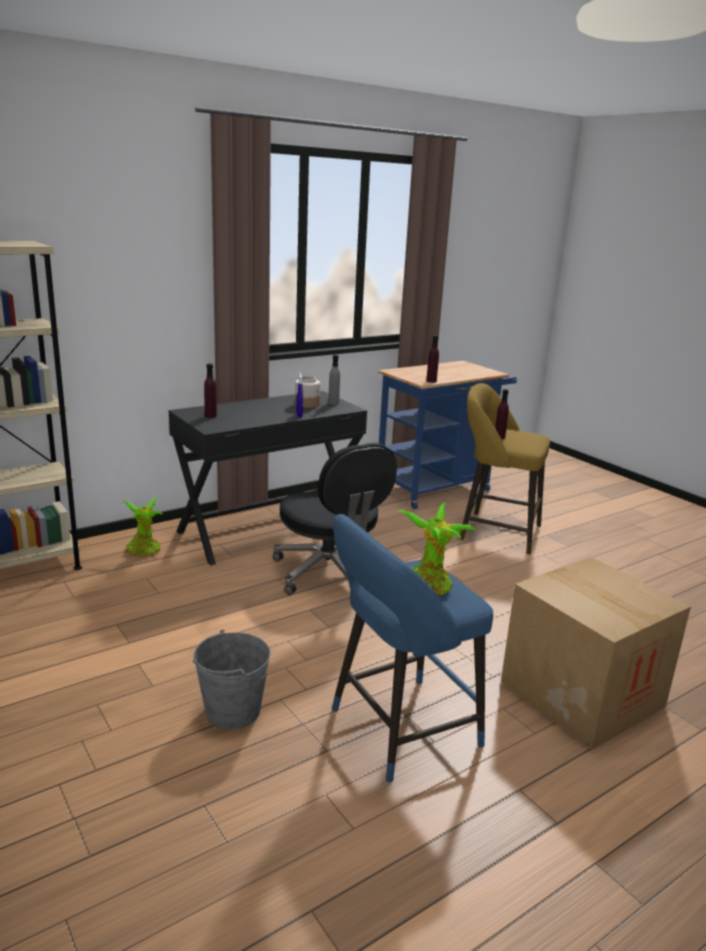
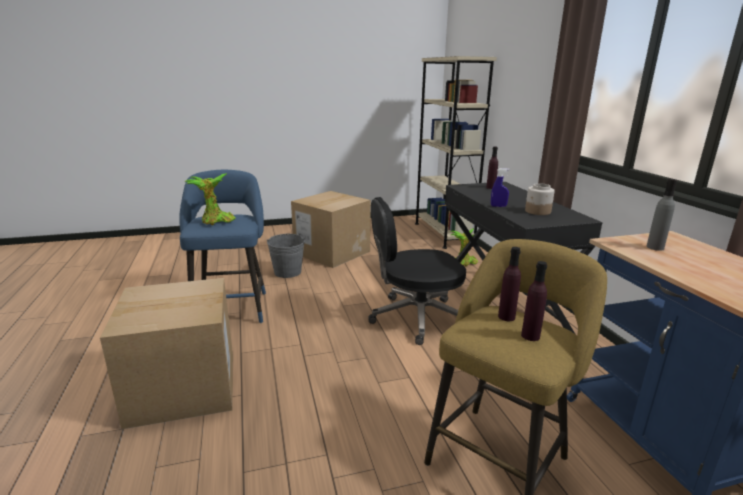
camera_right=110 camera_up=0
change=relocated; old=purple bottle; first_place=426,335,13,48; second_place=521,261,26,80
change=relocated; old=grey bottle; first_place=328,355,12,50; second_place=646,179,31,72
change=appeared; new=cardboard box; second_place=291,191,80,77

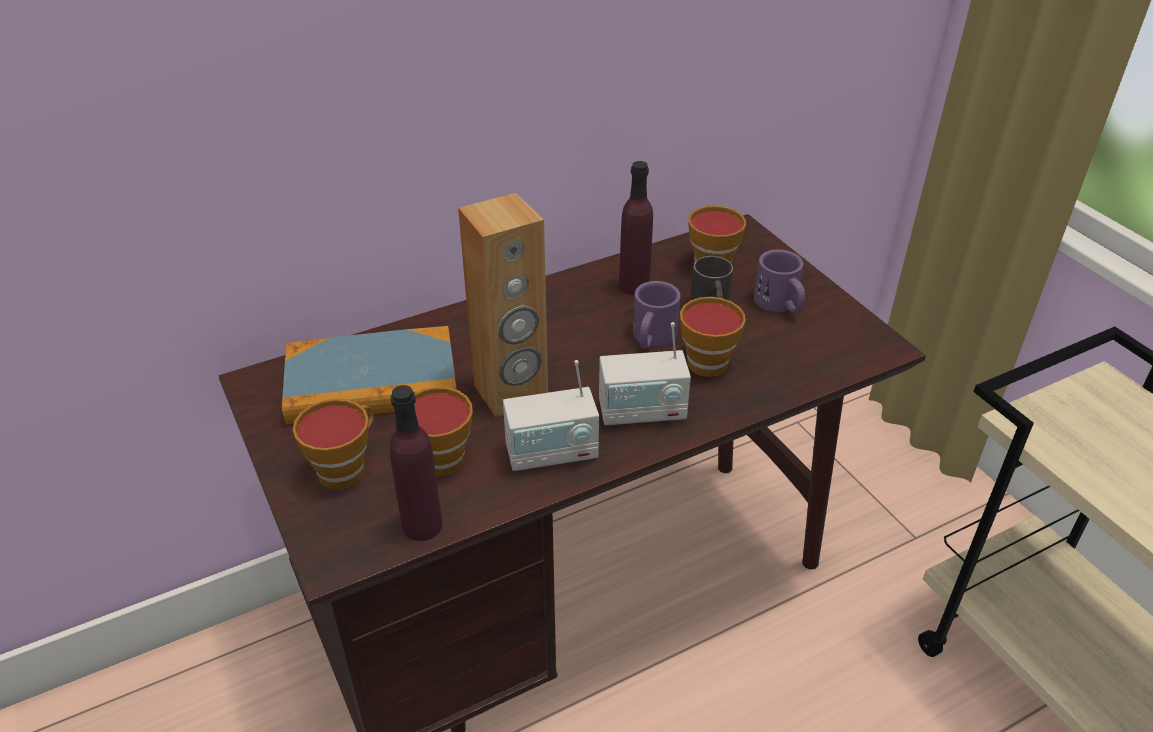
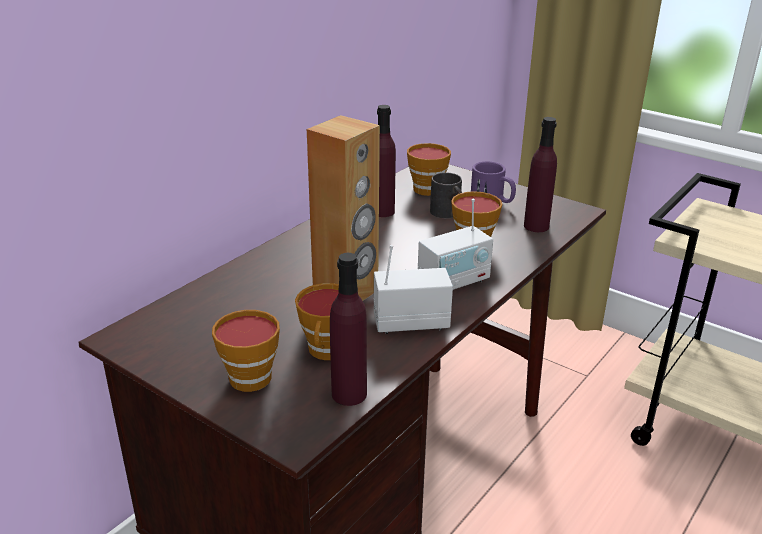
camera_right=-25 camera_up=-10
change=missing; old=purple mug; first_place=633,281,48,68
change=missing; old=book; first_place=282,326,175,99
change=spun; old=radio; first_place=503,360,96,112; second_place=374,245,79,89; degrees=-150
change=appeared; new=purple bottle; second_place=524,117,33,115

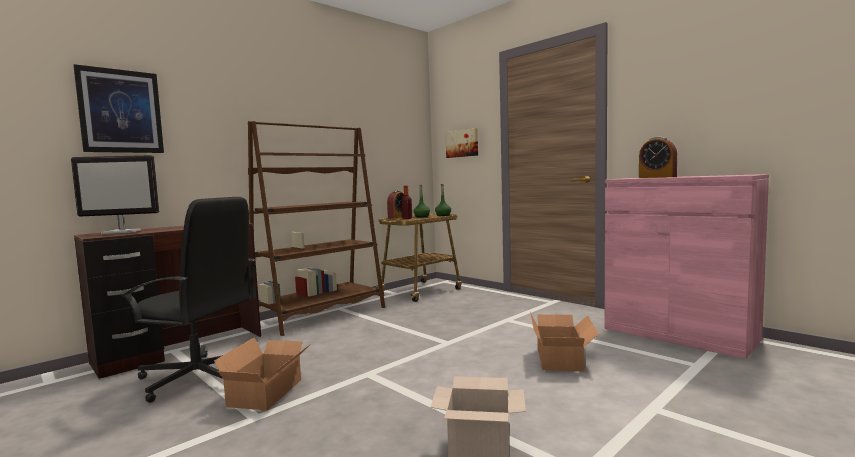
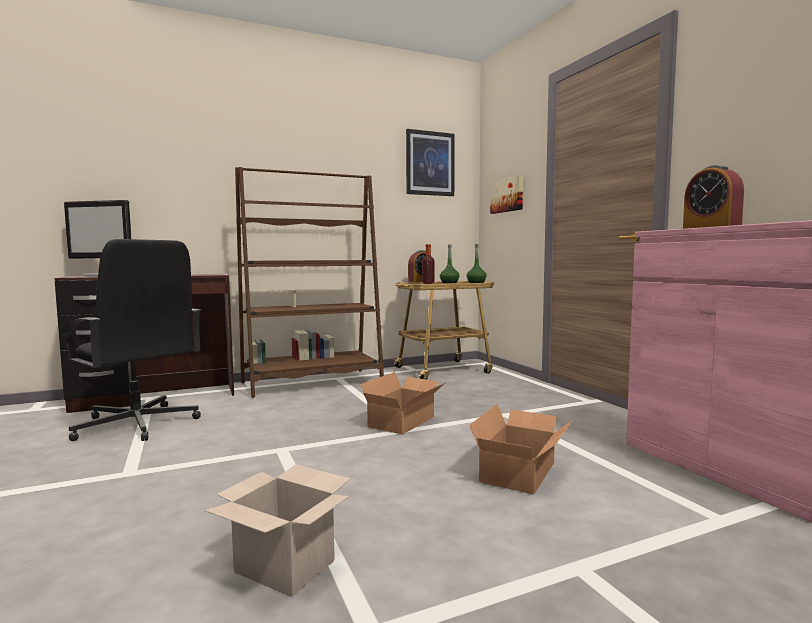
camera_right=20 camera_up=0
change=relocated; old=picture; first_place=74,64,90,89; second_place=406,129,49,67
change=relocated; old=cardboard box; first_place=214,337,95,73; second_place=361,372,84,63

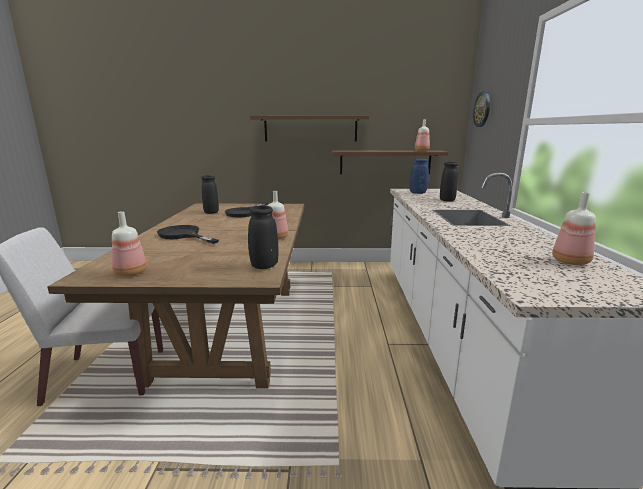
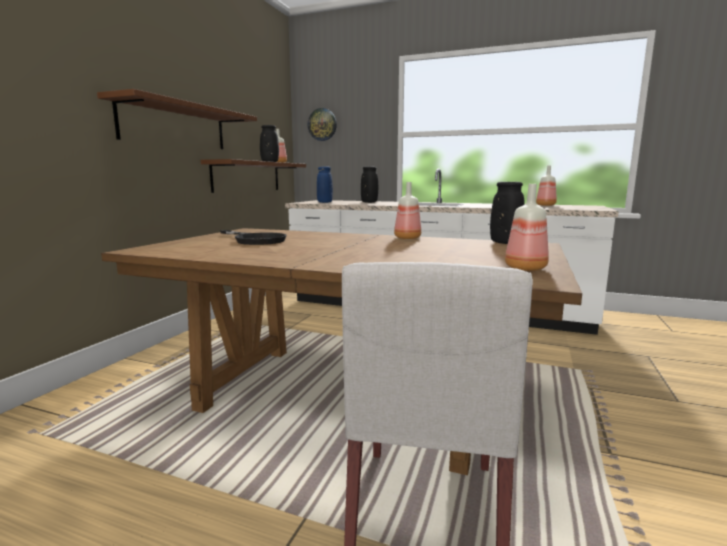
camera_right=-70 camera_up=-5
change=relocated; old=black vase; first_place=201,175,18,39; second_place=260,125,19,37
change=missing; old=black frying pan; first_place=157,225,62,19

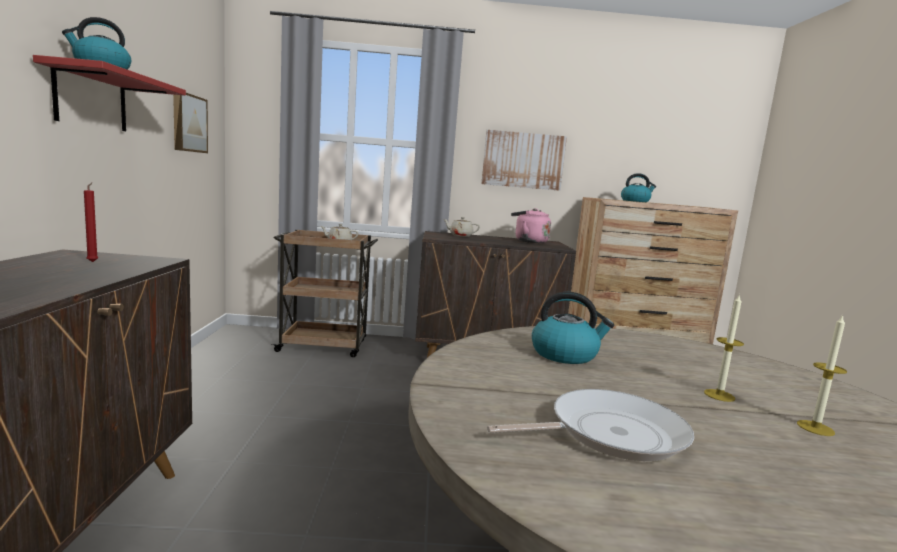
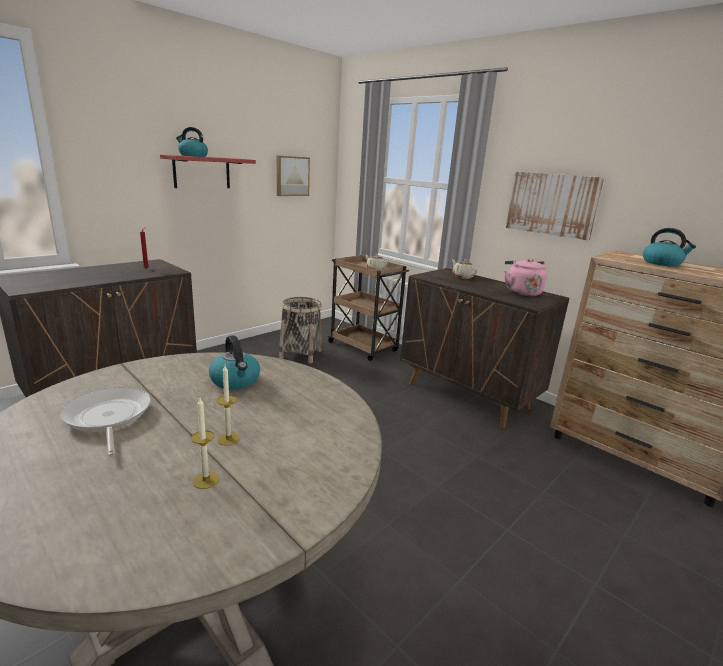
camera_right=45 camera_up=10
change=spun; old=frying pan; first_place=487,389,207,72; second_place=60,387,91,70; degrees=-150
change=appeared; new=basket; second_place=279,297,43,66

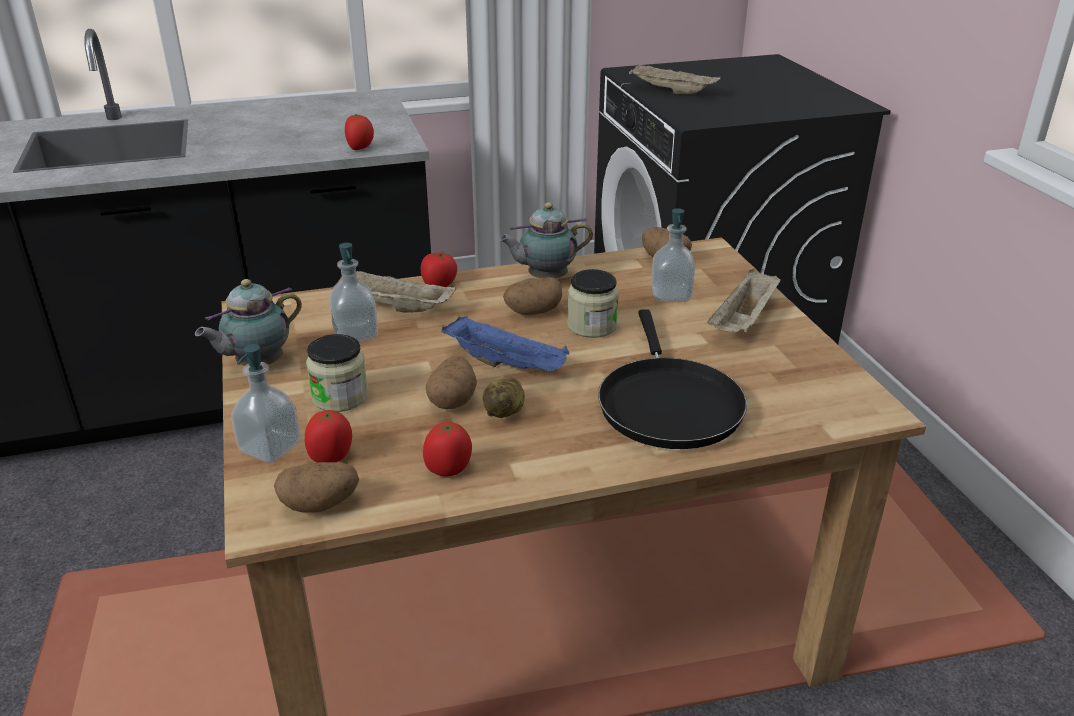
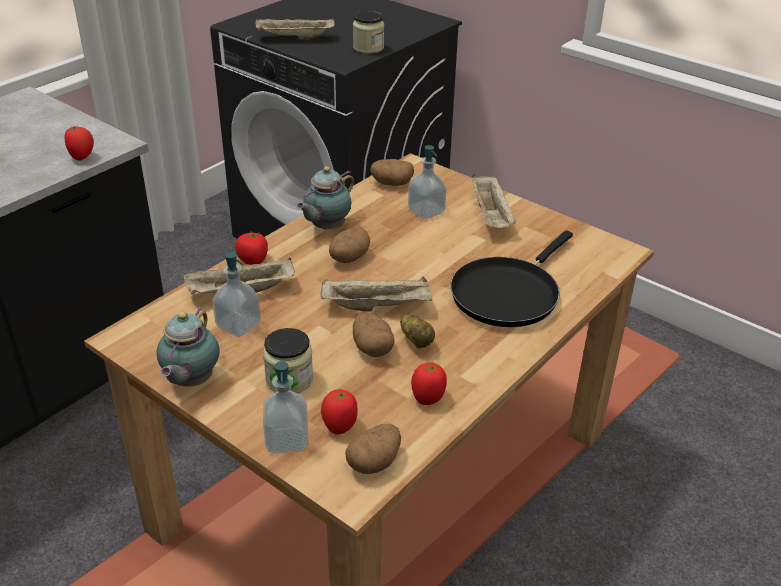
camera_right=-35 camera_up=5
change=relocated; old=jar; first_place=567,269,52,69; second_place=353,11,31,43
change=spun; old=black frying pan; first_place=598,309,149,140; second_place=450,230,123,97; degrees=75
change=colour; old=blue tray; new=beige tray; first_place=441,316,128,56; second_place=320,276,113,36

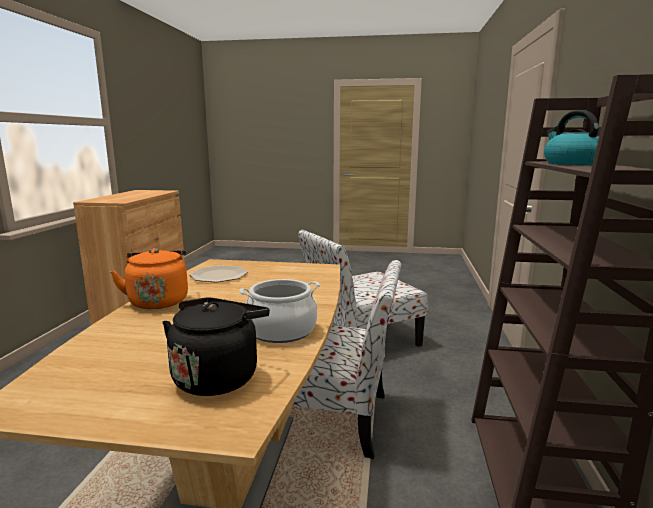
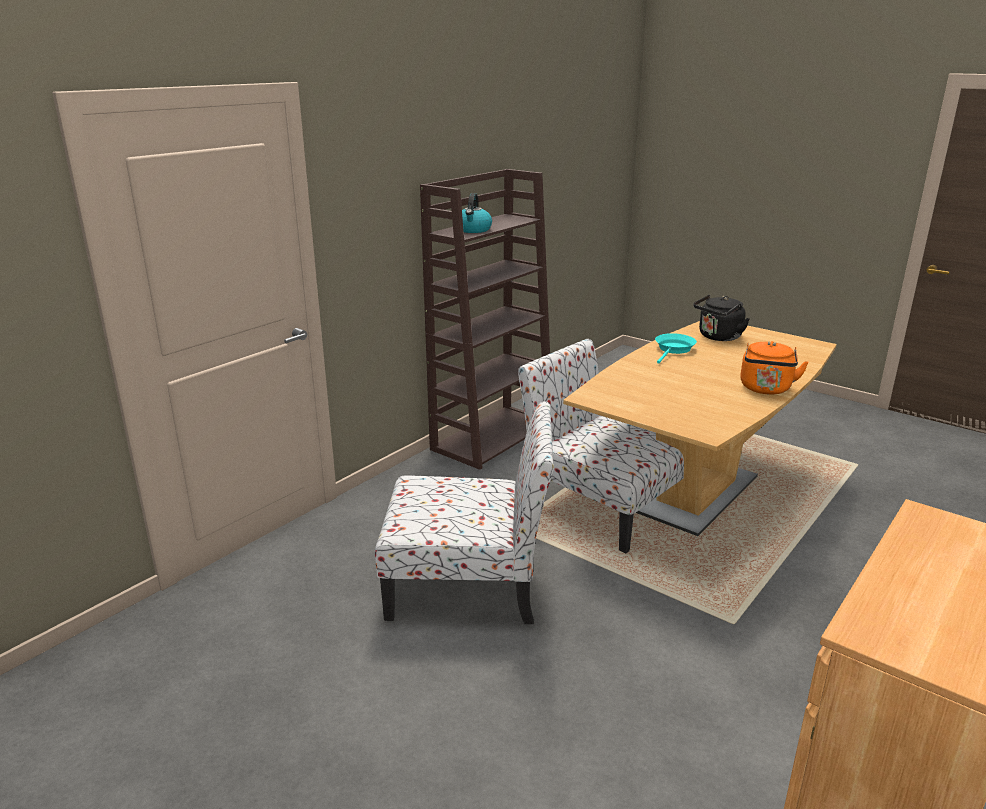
camera_right=-150 camera_up=10
change=missing; old=plate; first_place=190,265,58,17
change=exchanged; old=cooking pot; new=turquoise frying pan; first_place=239,279,81,64; second_place=655,333,42,31

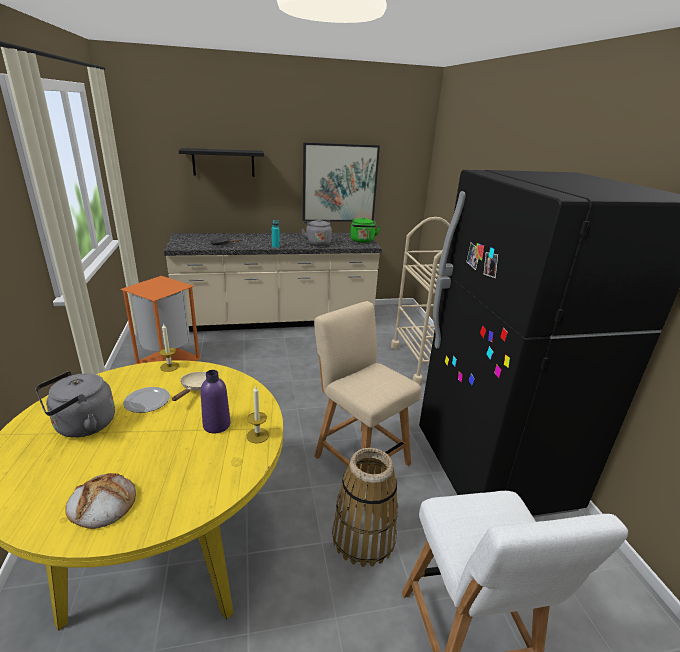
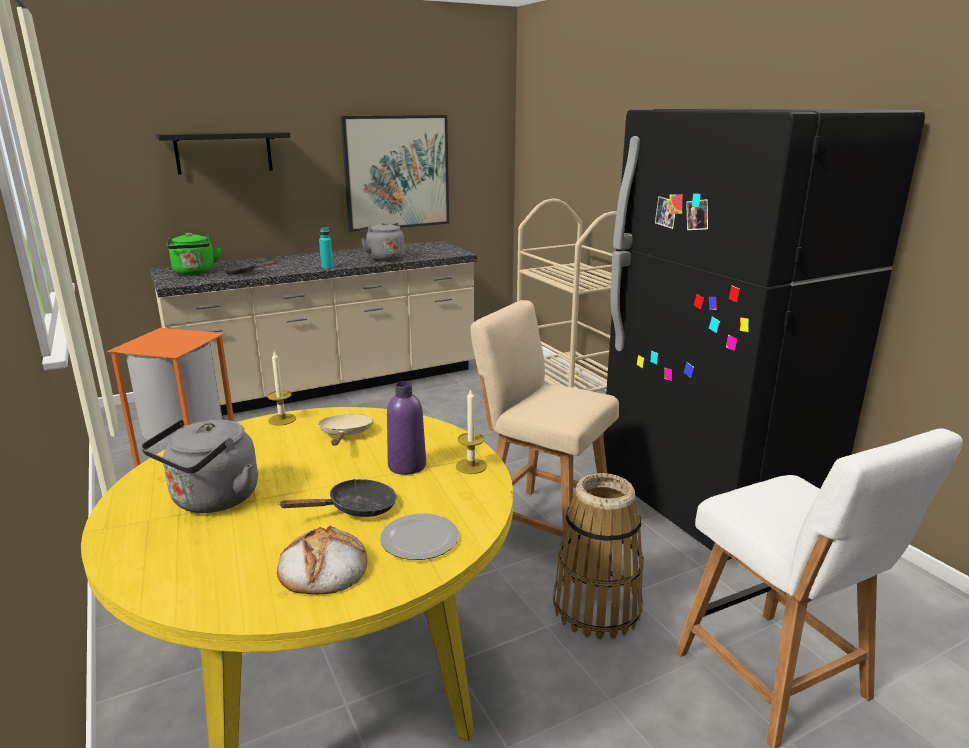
camera_right=-15 camera_up=-5
change=relocated; old=green kettle; first_place=350,217,31,26; second_place=166,232,56,43
change=relocated; old=plate; first_place=123,387,47,26; second_place=380,513,79,47
change=appeared; new=black frying pan; second_place=278,479,119,38

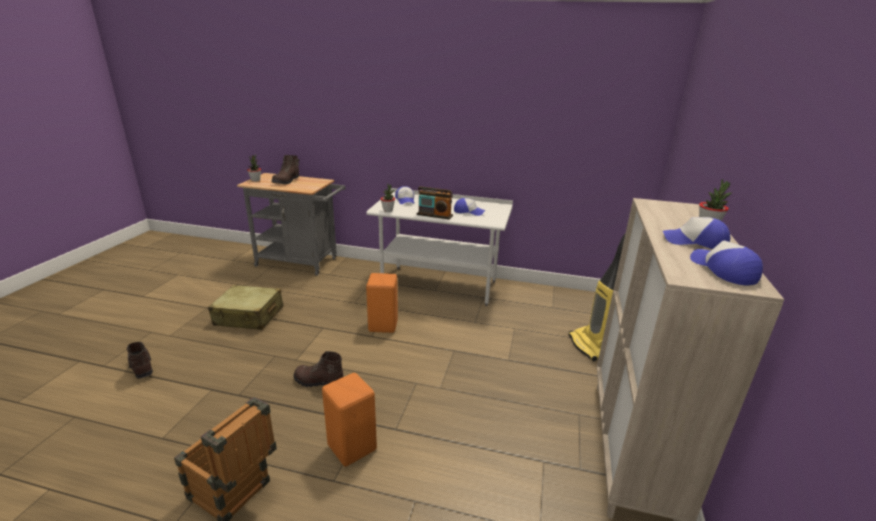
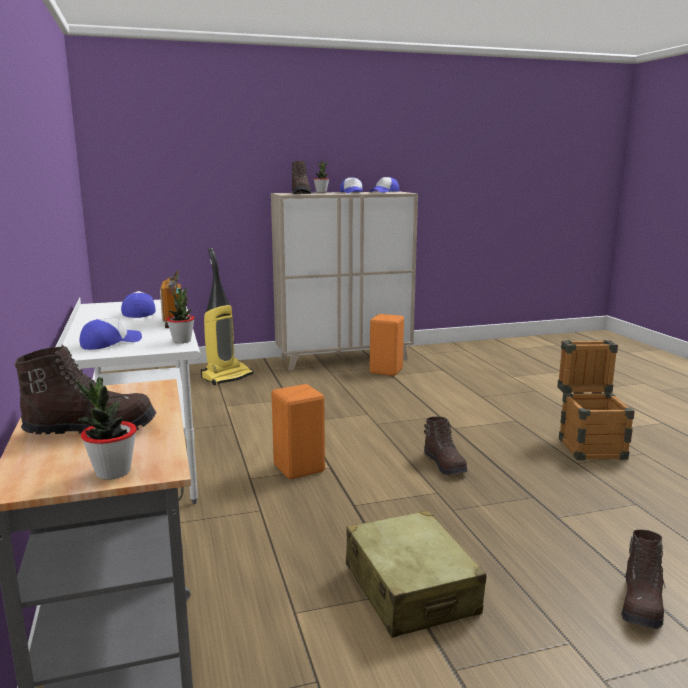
camera_right=-120 camera_up=-10
change=relocated; old=orange stool; first_place=322,373,55,93; second_place=370,314,34,62
change=appeared; new=brown boot; second_place=291,161,20,33

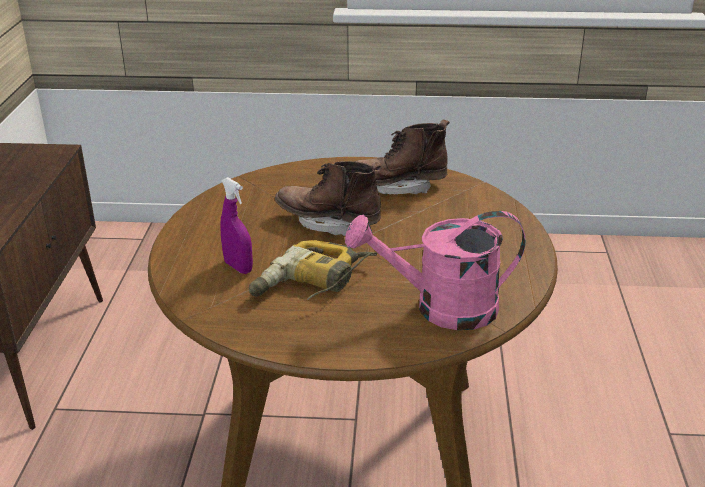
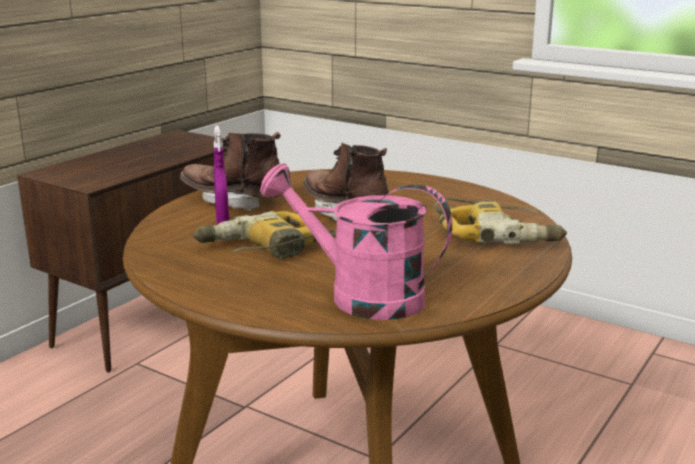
camera_right=30 camera_up=-10
change=relocated; old=brown boot; first_place=354,119,96,76; second_place=180,132,102,79
change=appeared; new=power drill; second_place=434,198,133,46

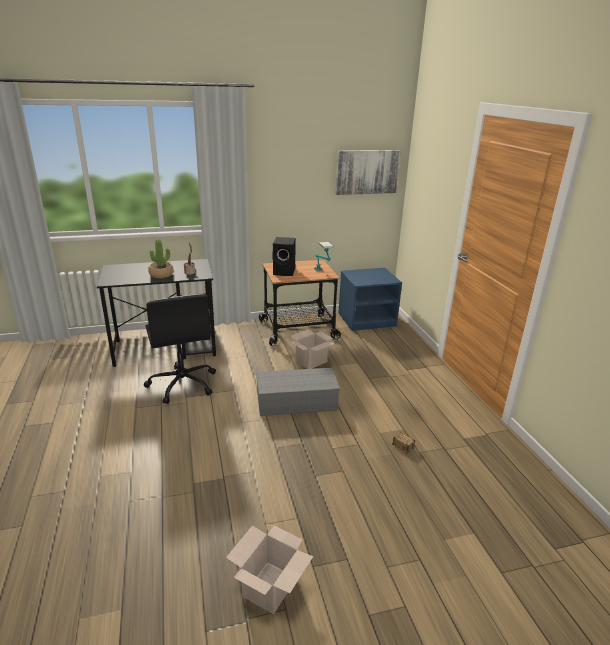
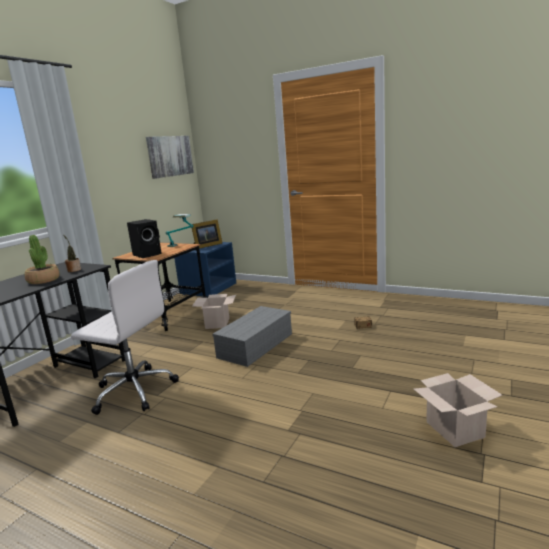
camera_right=-45 camera_up=-10
change=colour; old=black office chair; new=white office chair; first_place=144,294,72,110; second_place=71,260,108,155
change=appeared; new=picture frame; second_place=191,219,31,30

